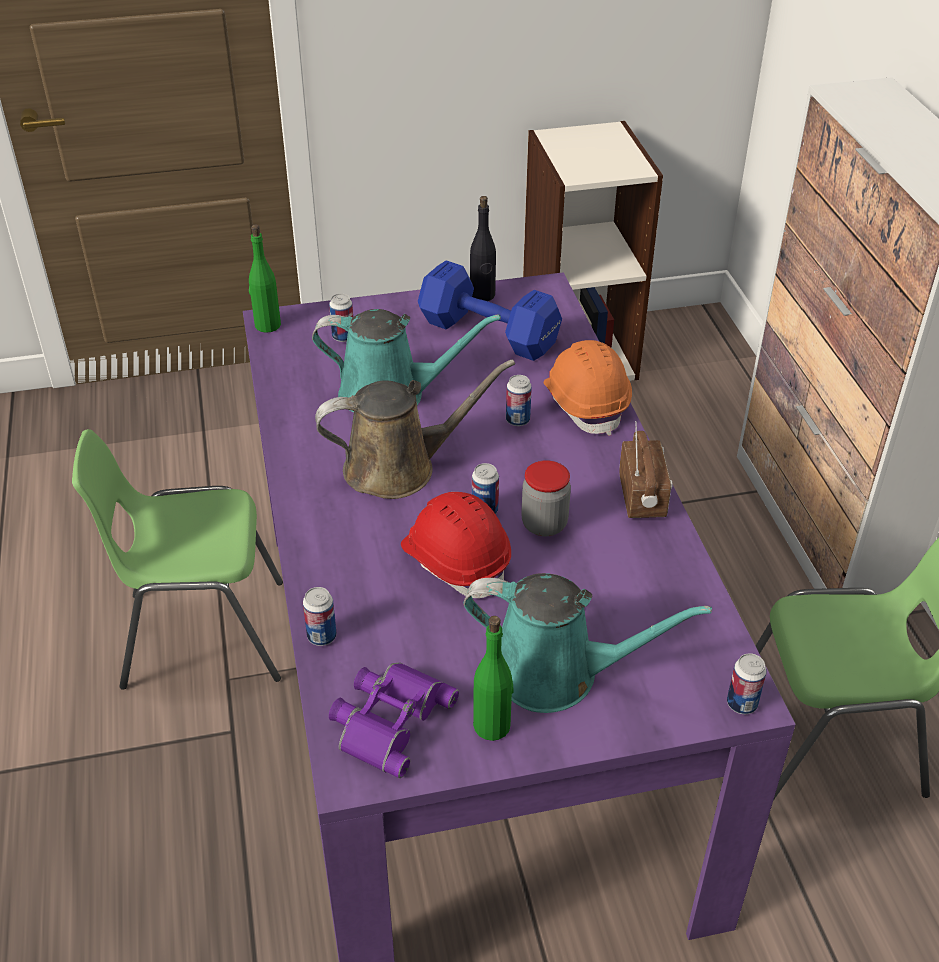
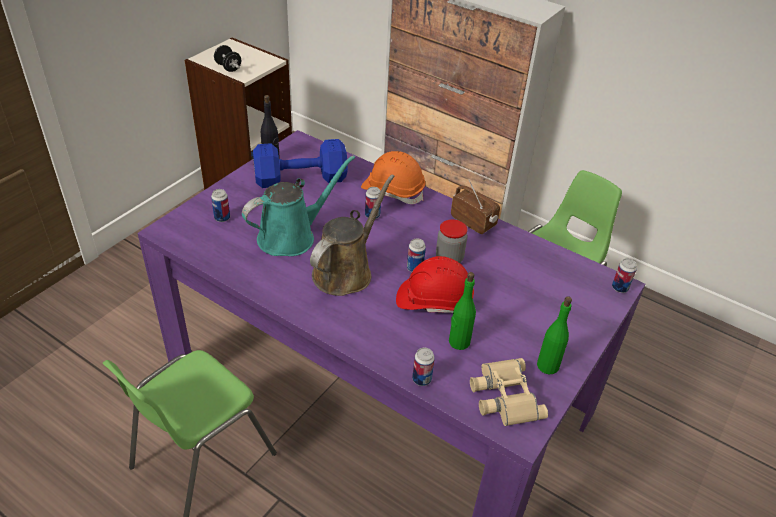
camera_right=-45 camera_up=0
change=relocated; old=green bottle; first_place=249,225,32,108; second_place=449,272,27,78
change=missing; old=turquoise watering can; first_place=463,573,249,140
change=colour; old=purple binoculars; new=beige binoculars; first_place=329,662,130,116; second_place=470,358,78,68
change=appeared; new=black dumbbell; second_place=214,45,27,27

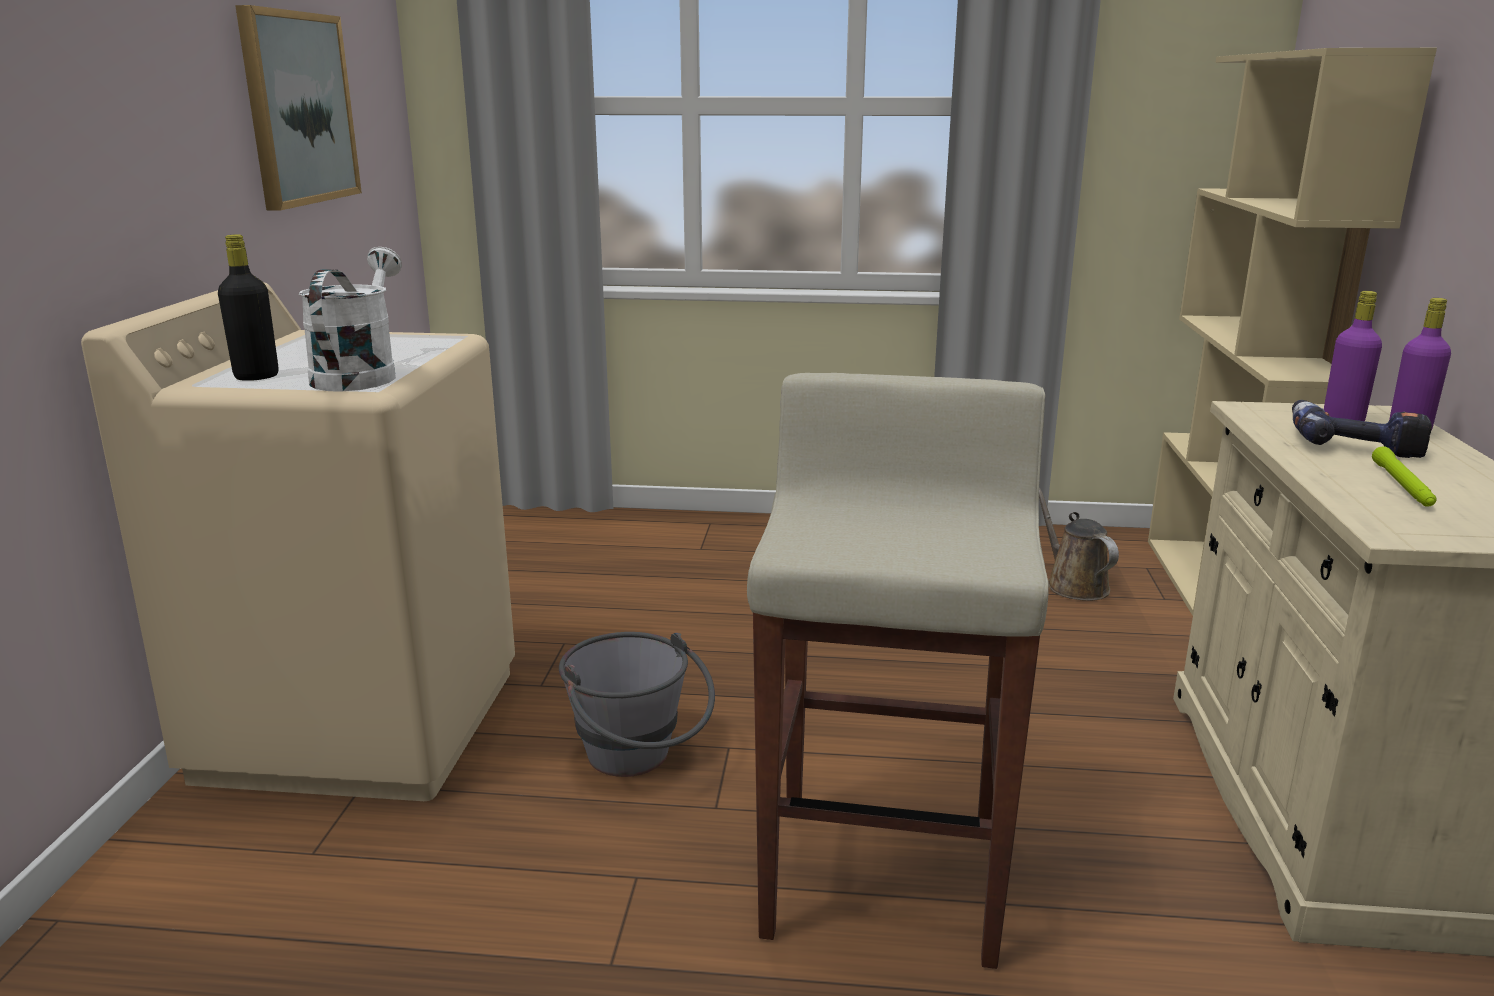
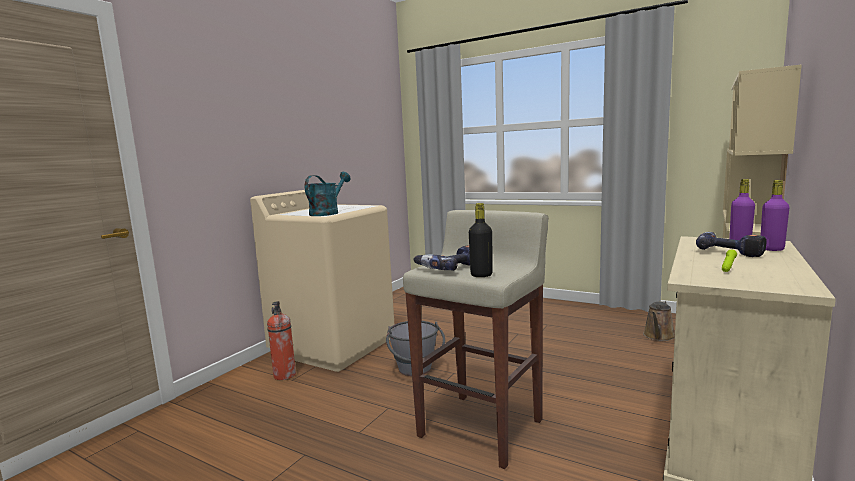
camera_right=25 camera_up=-10
change=missing; old=picture; first_place=235,5,127,206
change=relocated; old=black bottle; first_place=218,234,60,147; second_place=469,203,24,74
change=colour; old=white watering can; new=turquoise watering can; first_place=299,247,103,144; second_place=305,172,46,44
change=spun; old=brown watering can; first_place=1039,488,80,113; second_place=643,301,32,40; degrees=-150
change=appeared; new=power drill; second_place=413,245,57,26
change=appeared; new=fire extinguisher; second_place=267,301,29,79

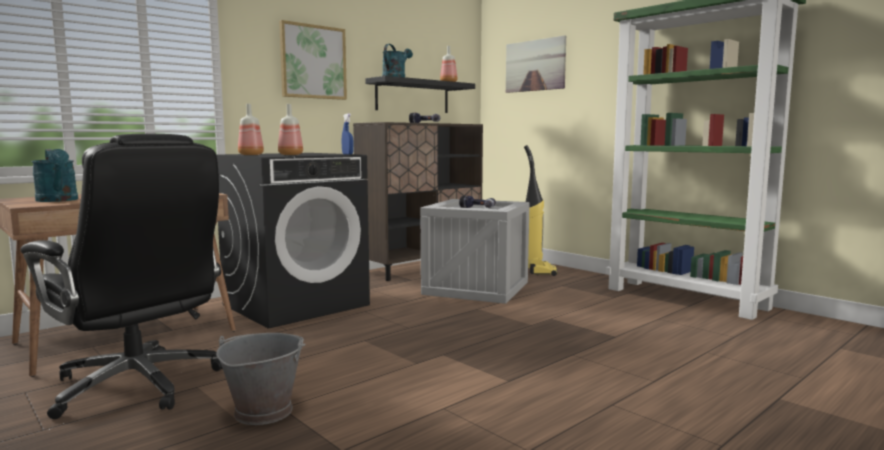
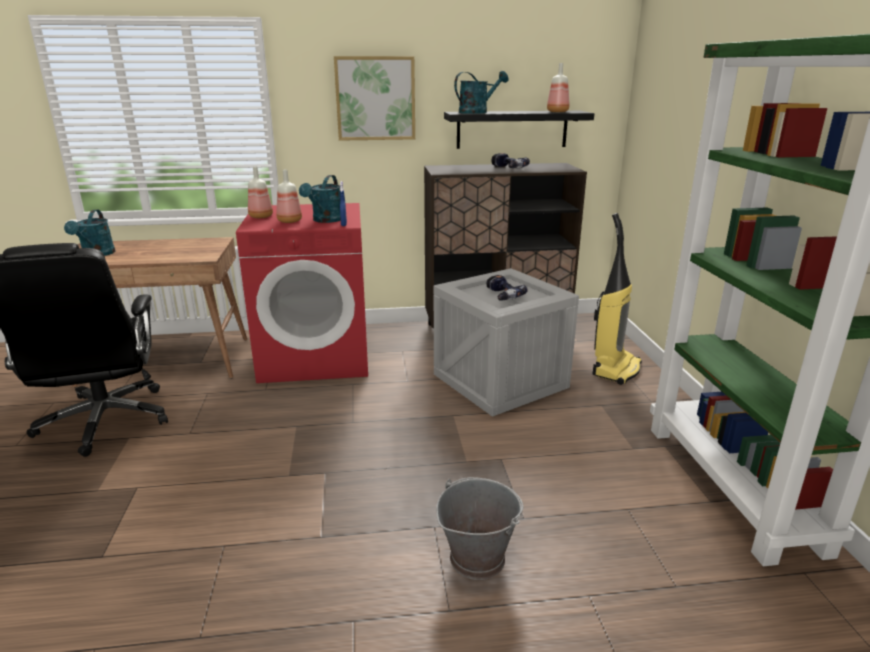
camera_right=35 camera_up=15
change=missing; old=picture; first_place=506,35,60,58
change=colour; old=black washing machine; new=red washing machine; first_place=217,153,153,176; second_place=236,203,132,180
change=relocated; old=grey bucket; first_place=216,333,89,92; second_place=436,477,88,103
change=appeared; new=turquoise watering can; second_place=299,175,42,48

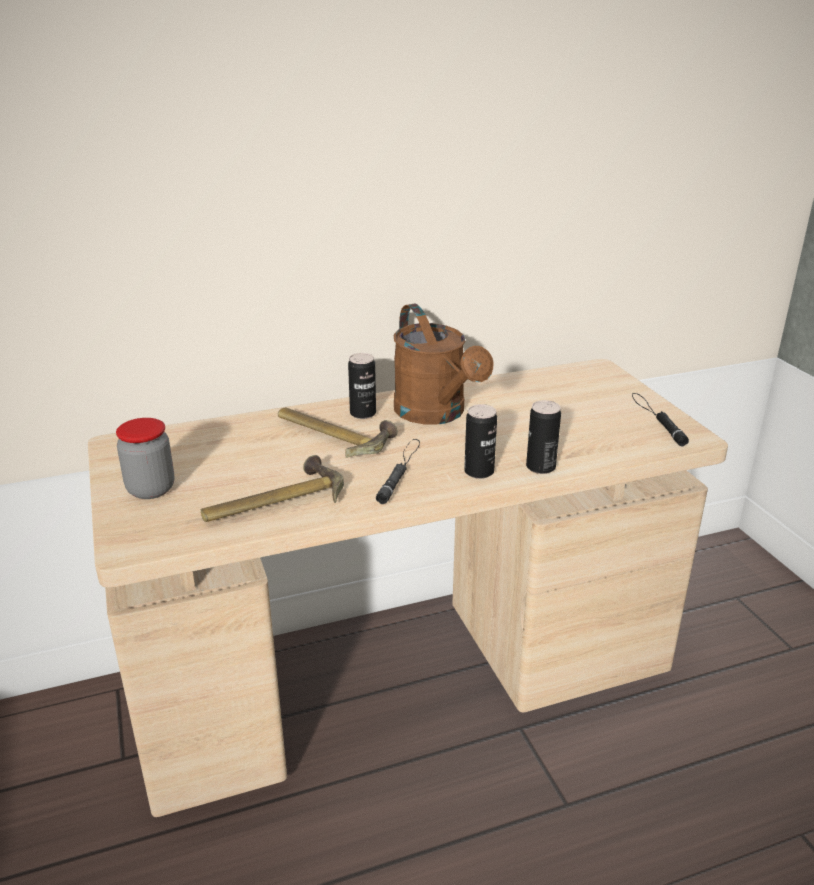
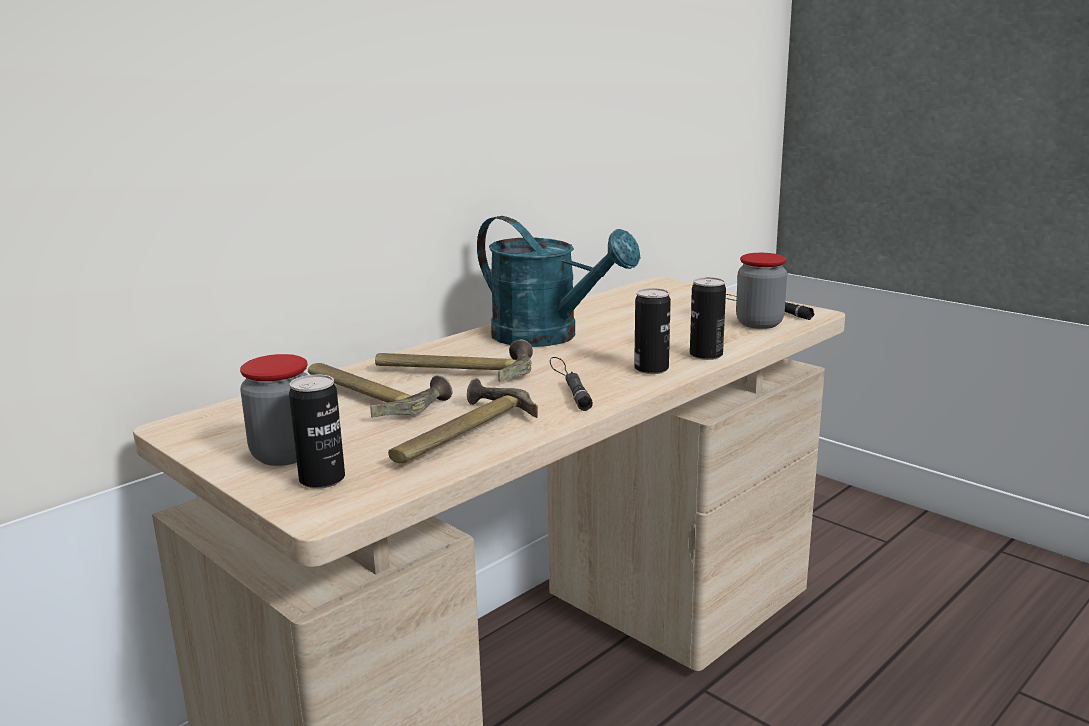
camera_right=-25 camera_up=-10
change=colour; old=brown watering can; new=turquoise watering can; first_place=394,304,99,121; second_place=477,216,164,131
change=relocated; old=can; first_place=348,353,28,66; second_place=289,375,56,114
change=appeared; new=jar; second_place=736,253,51,76
change=appeared; new=hammer; second_place=308,363,144,55

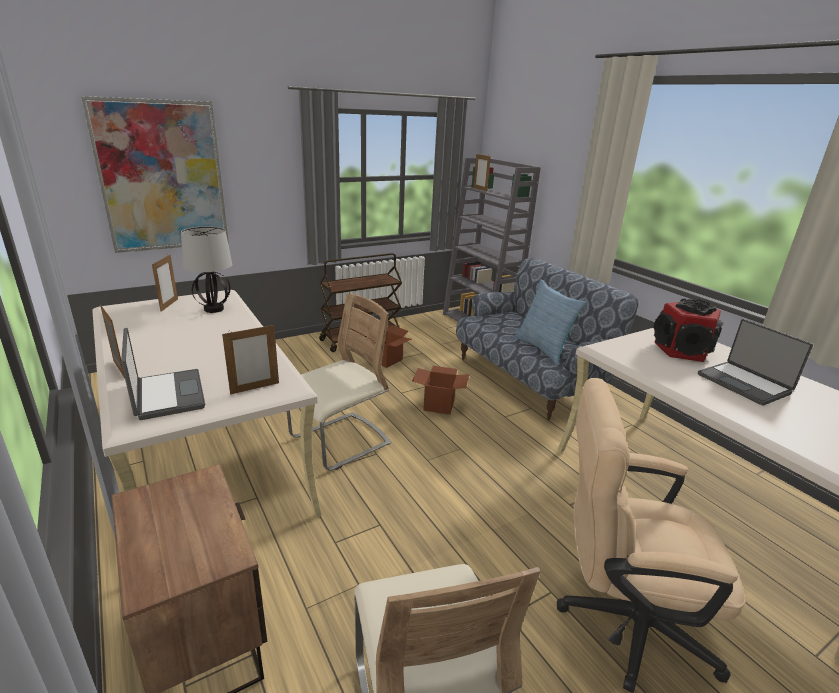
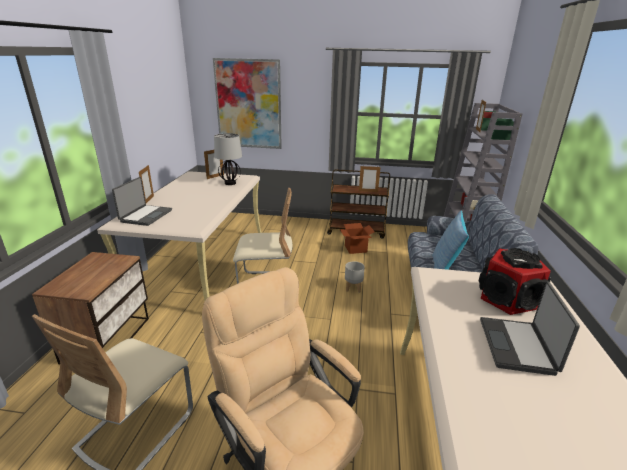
camera_right=40 camera_up=0
change=relocated; old=picture frame; first_place=222,324,57,71; second_place=359,166,21,26
change=exchanged; old=cardboard box; new=grey planter; first_place=412,366,58,49; second_place=345,261,20,32

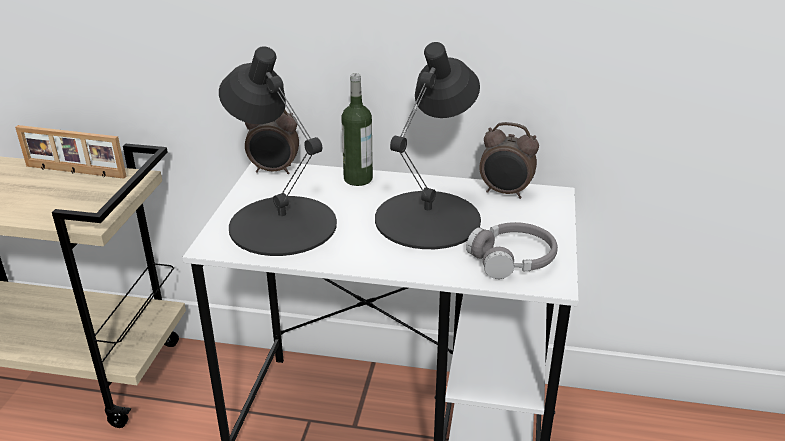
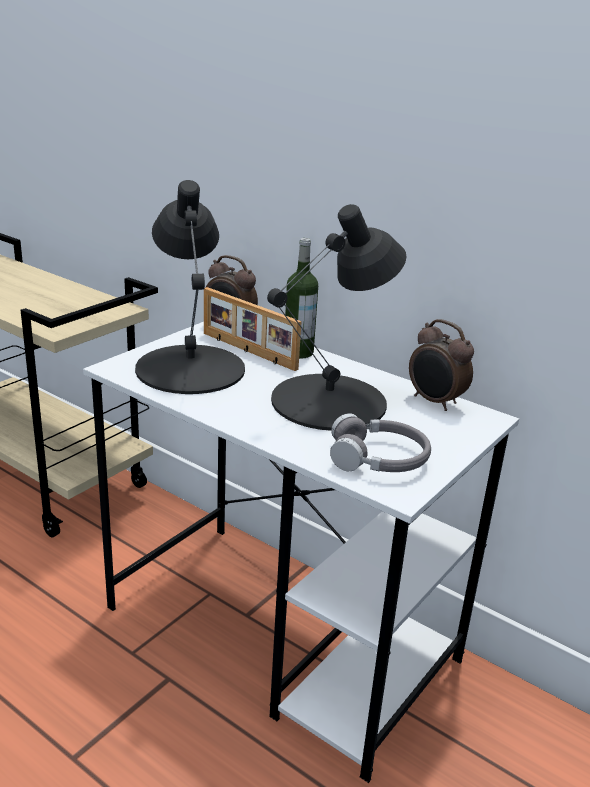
camera_right=25 camera_up=-5
change=relocated; old=picture frame; first_place=15,125,111,54; second_place=204,287,98,84

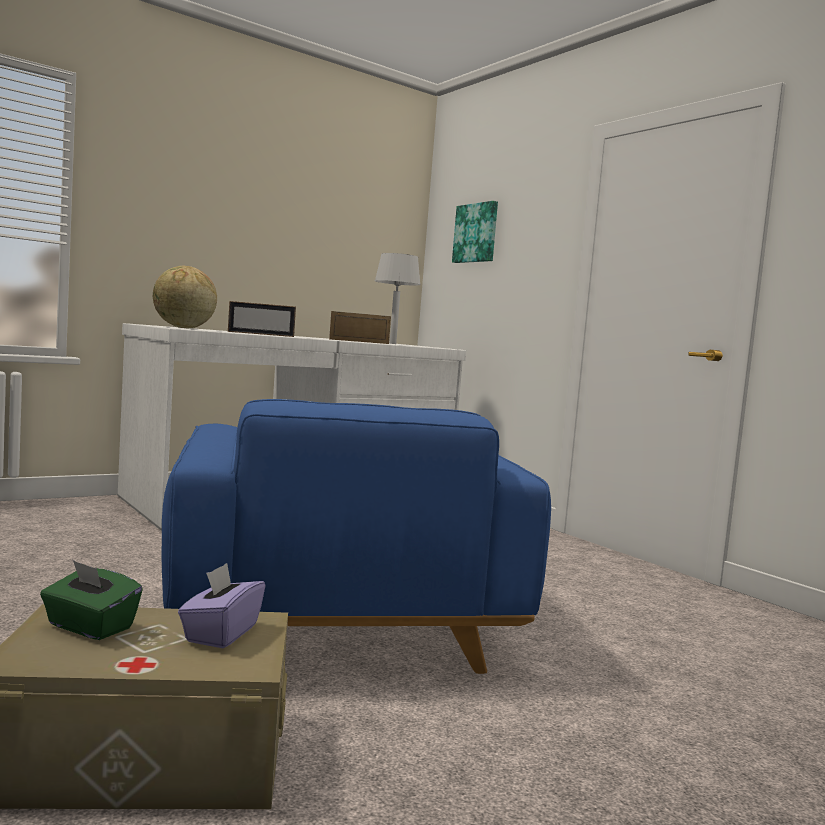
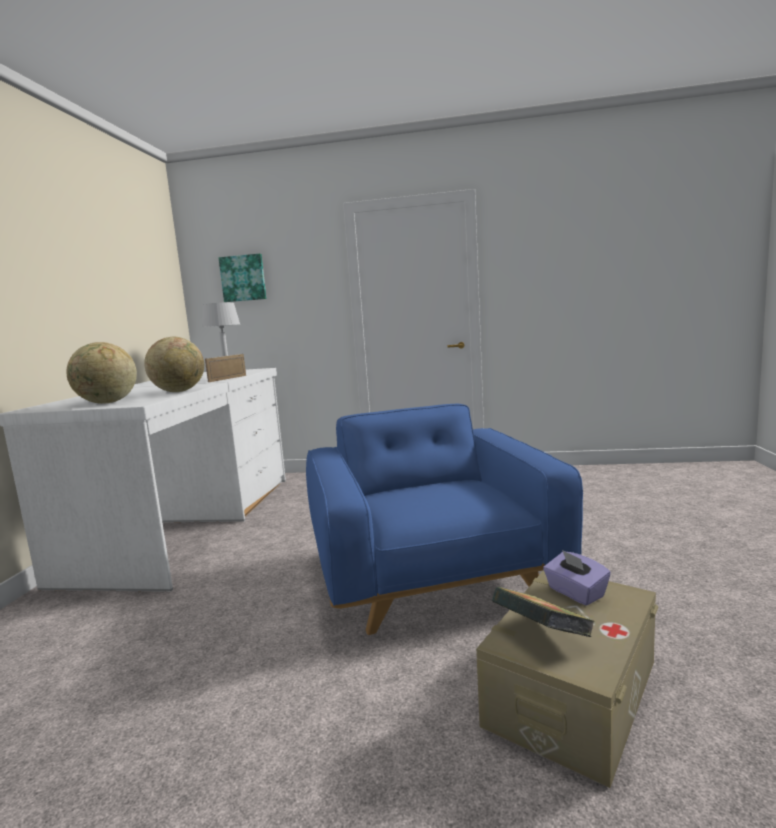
camera_right=-45 camera_up=5
change=exchanged; old=picture frame; new=globe; first_place=228,301,68,36; second_place=144,337,60,55
change=spun; old=blue armchair; first_place=161,399,390,275; second_place=306,404,277,231; degrees=-135
change=exchanged; old=green tissue box; new=book; first_place=40,560,103,80; second_place=492,587,103,50

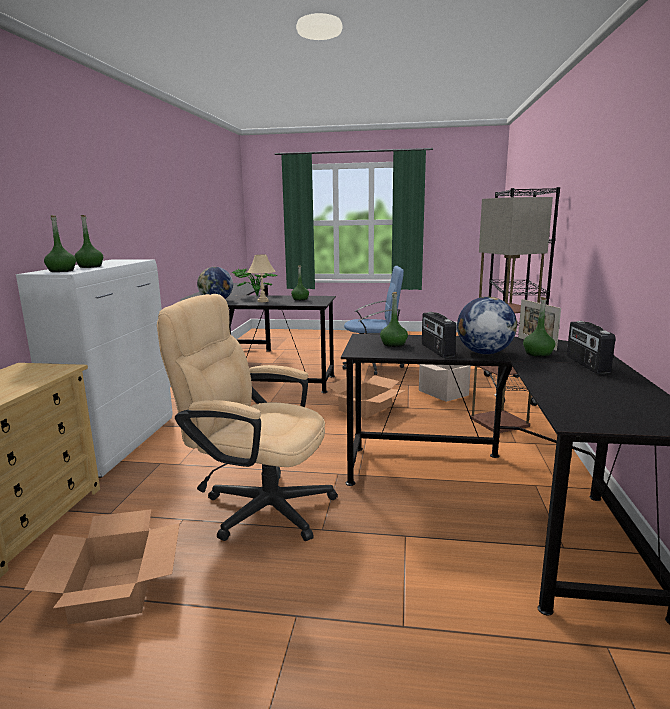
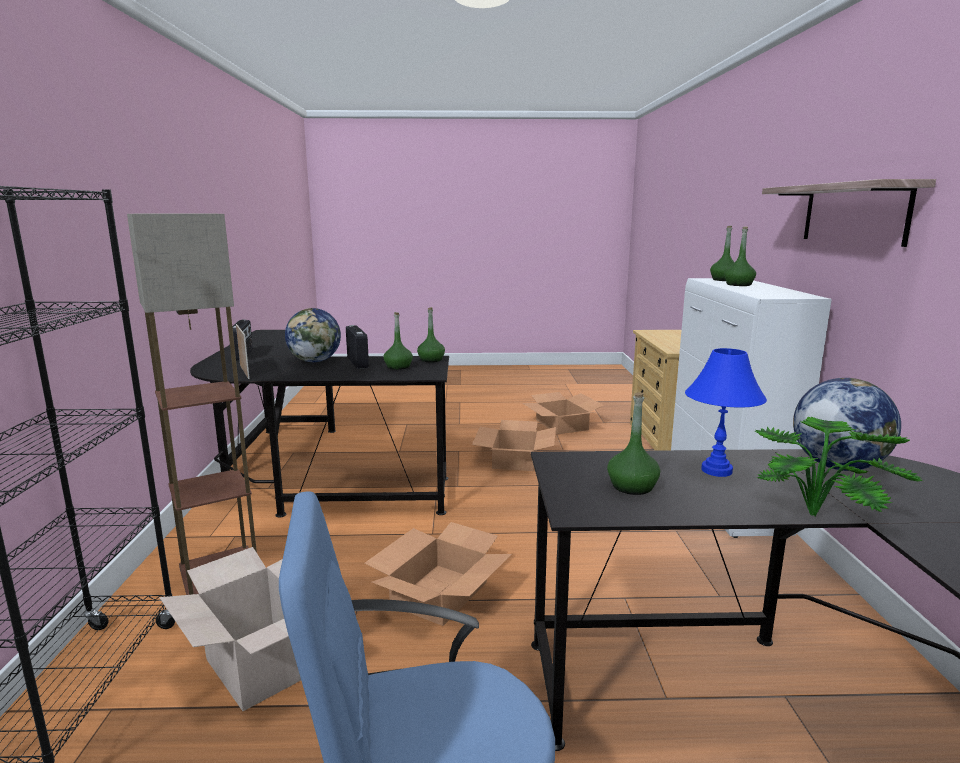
camera_right=170 camera_up=0
change=colour; old=beige table lamp; new=blue table lamp; first_place=247,255,29,47; second_place=685,348,82,129
change=exchanged; old=beige office chair; new=cardboard box; first_place=157,294,181,247; second_place=472,420,84,51
change=relocated; old=green bottle; first_place=523,297,32,60; second_place=417,307,28,55
change=appeared; new=shelf; second_place=762,179,174,68

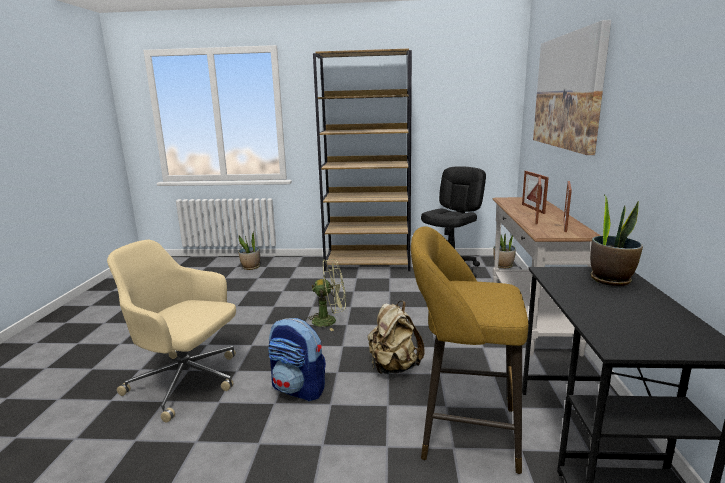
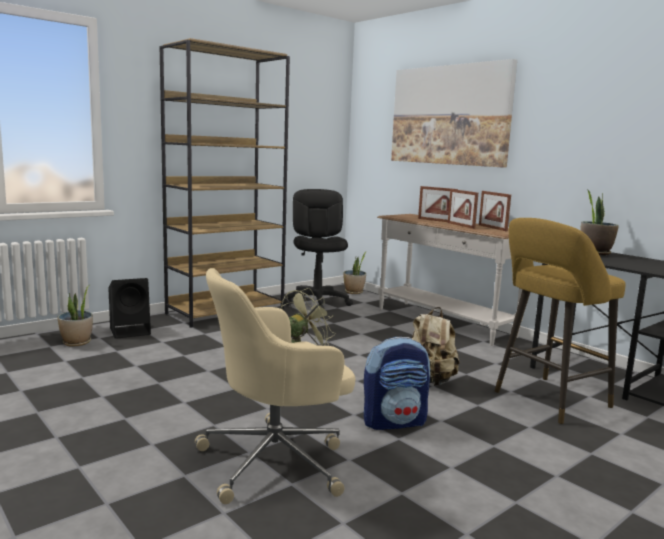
camera_right=-45 camera_up=-5
change=appeared; new=black speaker; second_place=108,278,43,61

